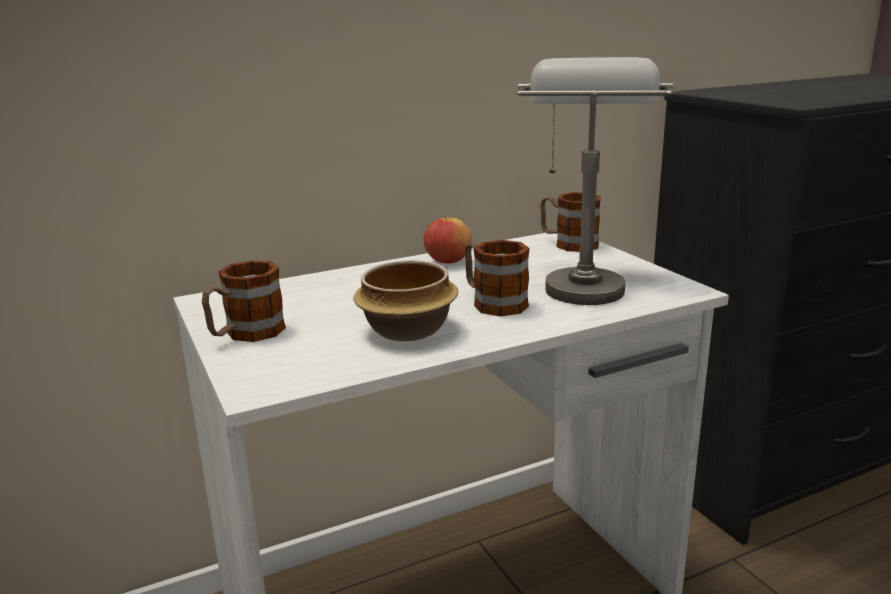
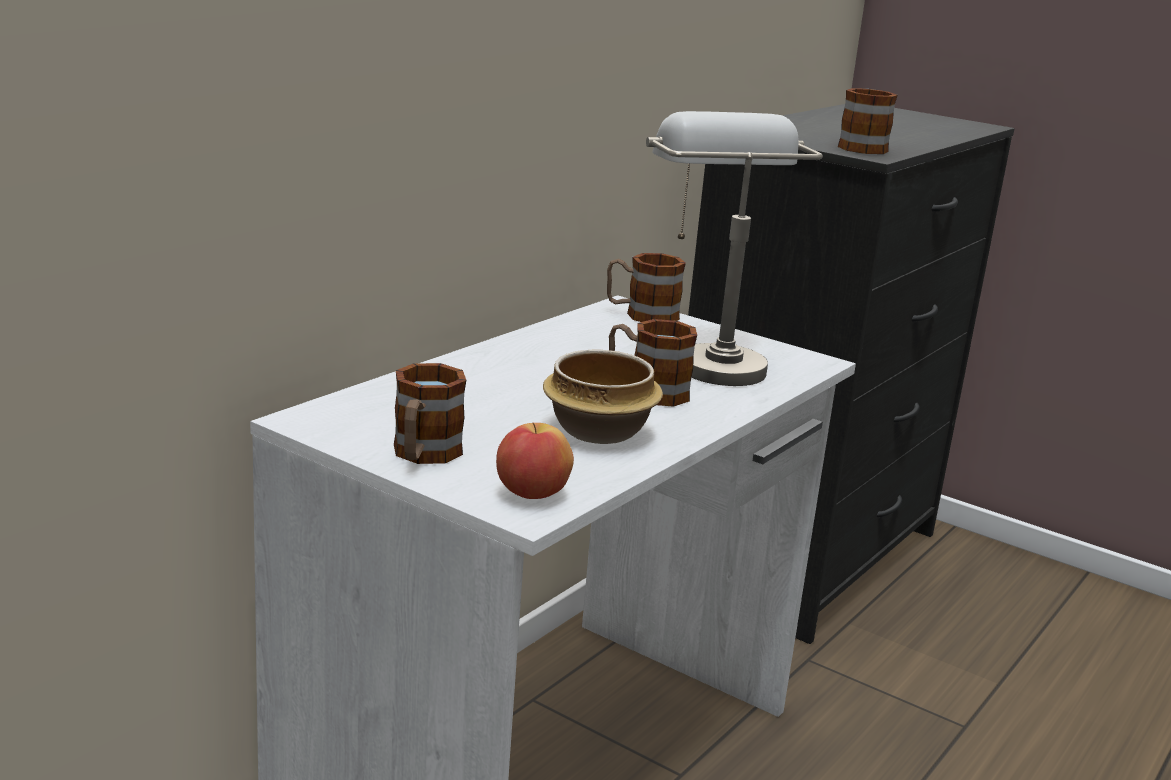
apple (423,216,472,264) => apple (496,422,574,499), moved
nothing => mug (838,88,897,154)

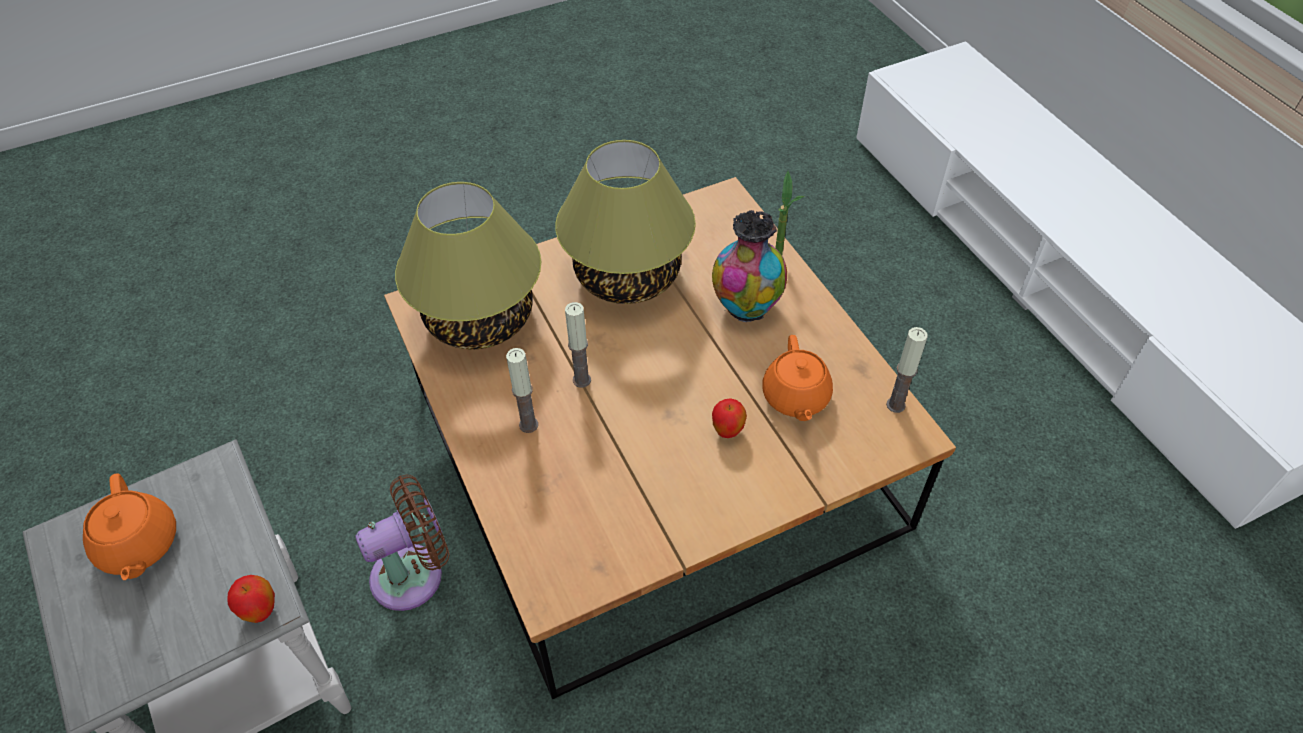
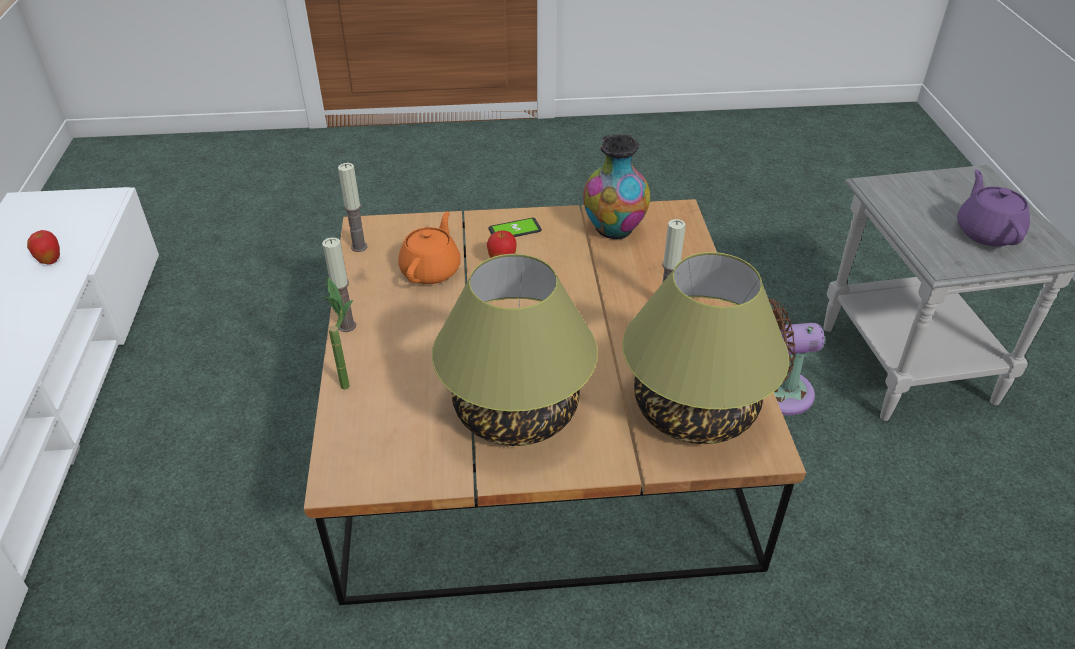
teapot/orange (83,473,176,580) => teapot/purple (957,169,1030,247)
apple (227,575,275,623) => apple (27,230,60,265), moved
candle (565,302,591,388) => candle (322,237,356,332), moved
vase (712,210,787,322) => vase (583,134,650,239), moved
nothing => phone (489,218,542,237)

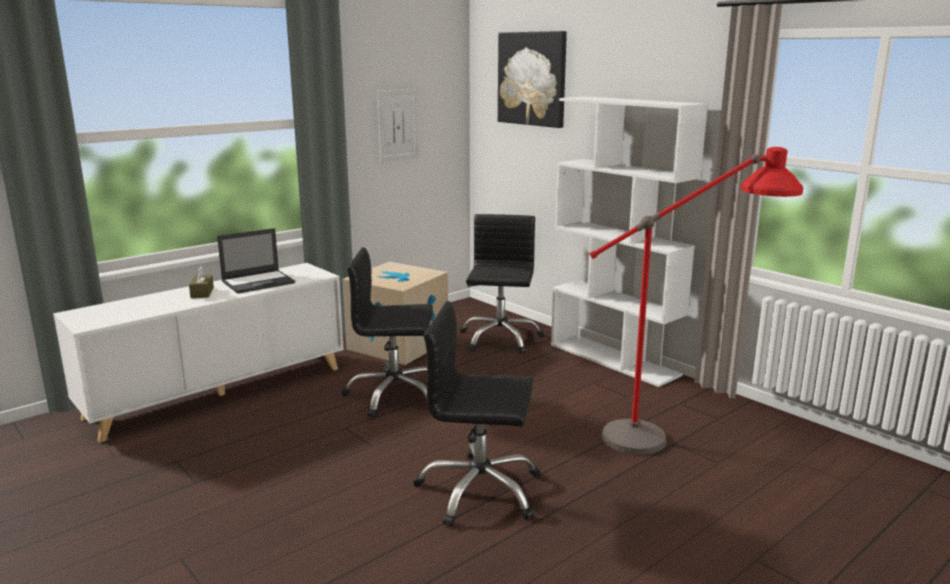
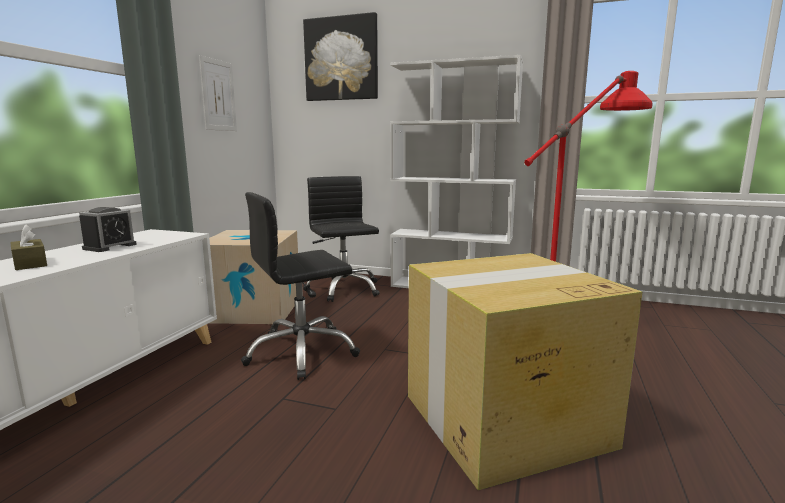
laptop (217,228,295,294) => alarm clock (79,207,137,252)
office chair/black (413,301,540,527) => cardboard box (408,253,642,490)

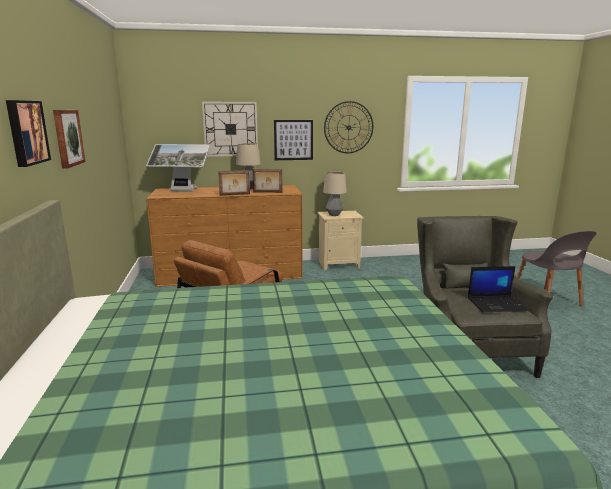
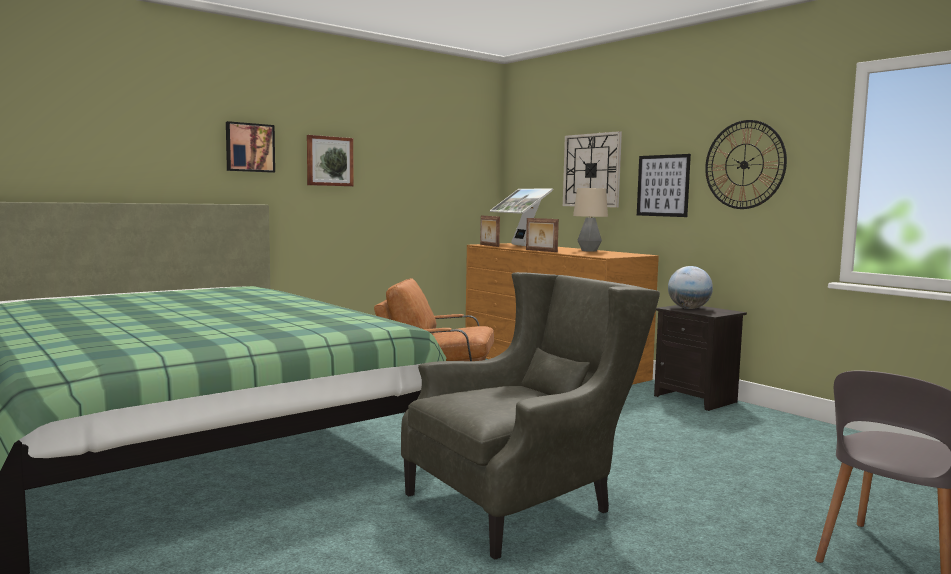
picture frame (253,169,283,193) => picture frame (480,215,500,247), moved
nightstand/beige (318,211,364,270) => nightstand/black (654,305,747,411)
table lamp (323,172,347,216) => globe (668,266,713,309)
laptop (468,266,528,312) => nothing

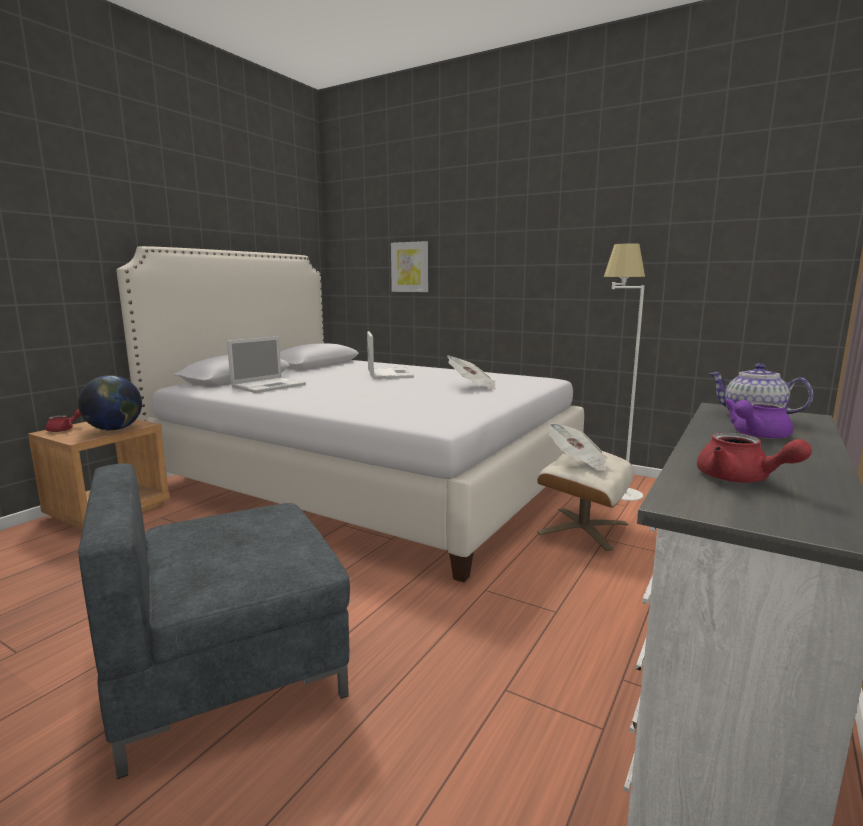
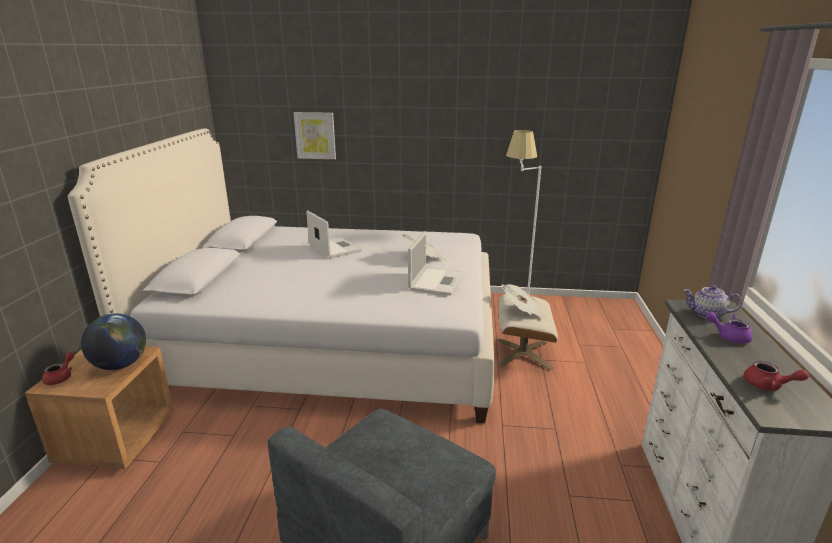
laptop (227,336,306,393) => laptop (408,231,463,296), moved
teapot/purple (724,399,793,439) => teapot/purple (706,312,753,344), 90 degrees clockwise

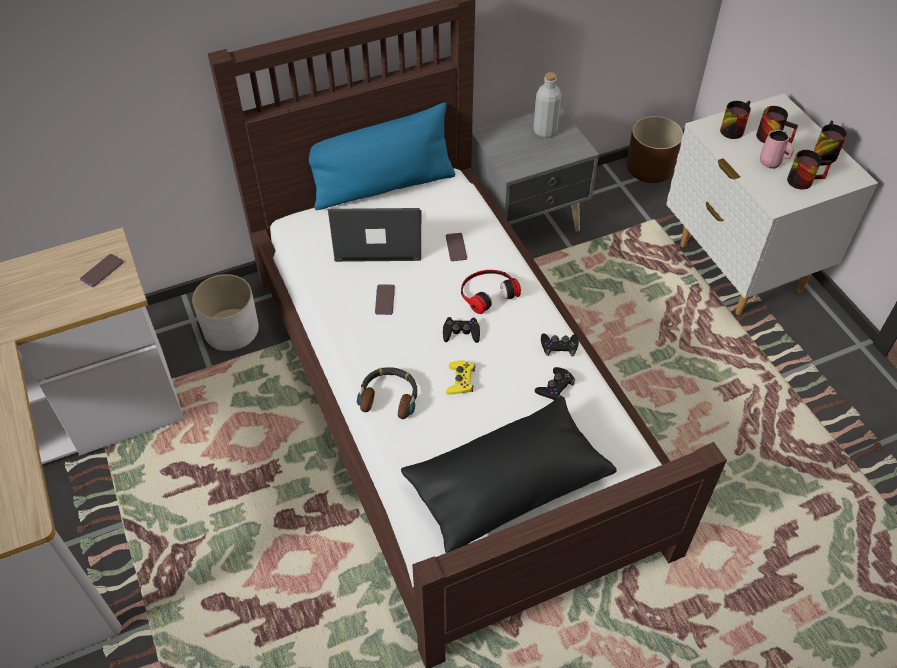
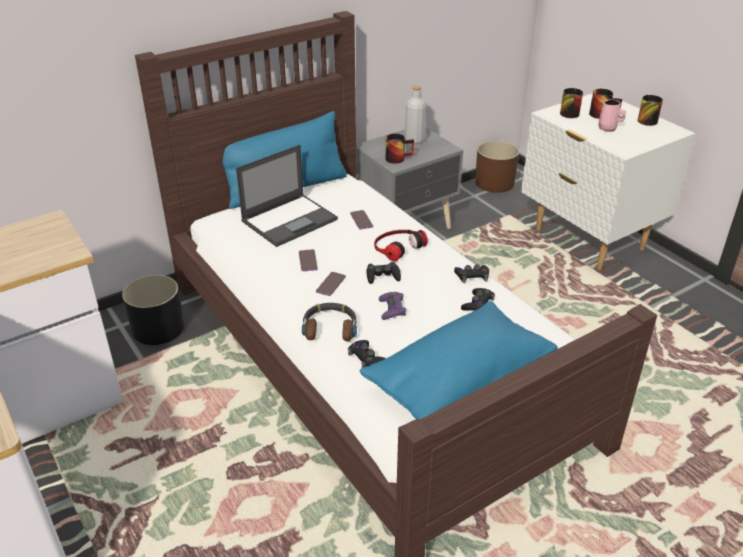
phone (80,254,123,287) => phone (316,272,346,296), moved
planter/white (192,274,259,351) => planter/black (122,275,184,345)
laptop (328,208,421,262) => laptop (236,145,338,247), 150 degrees clockwise
pillow/black (401,396,617,553) => pillow/blue (360,301,558,419)
game controller/yellow (446,360,475,395) => game controller/purple (379,292,406,320)
mug (787,150,832,190) => mug (386,134,414,164), moved
nothing => game controller/black (348,340,386,368)

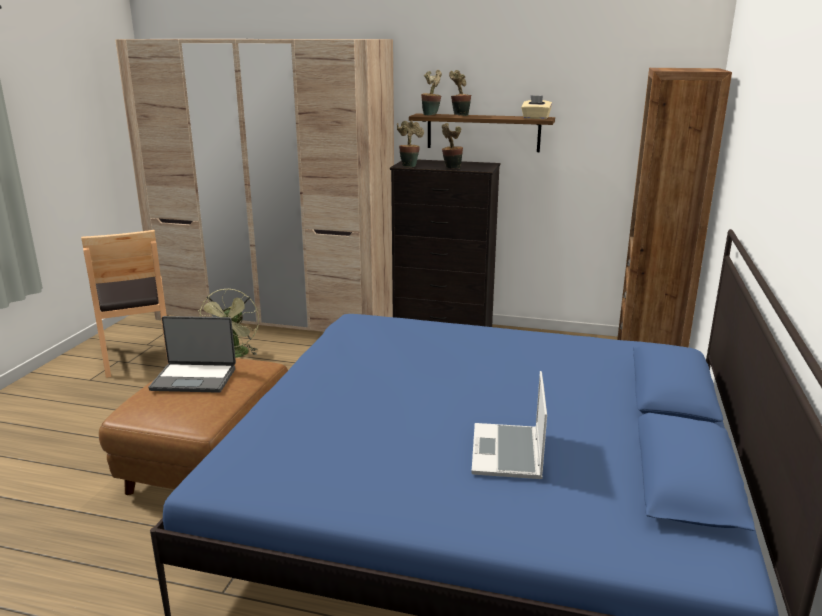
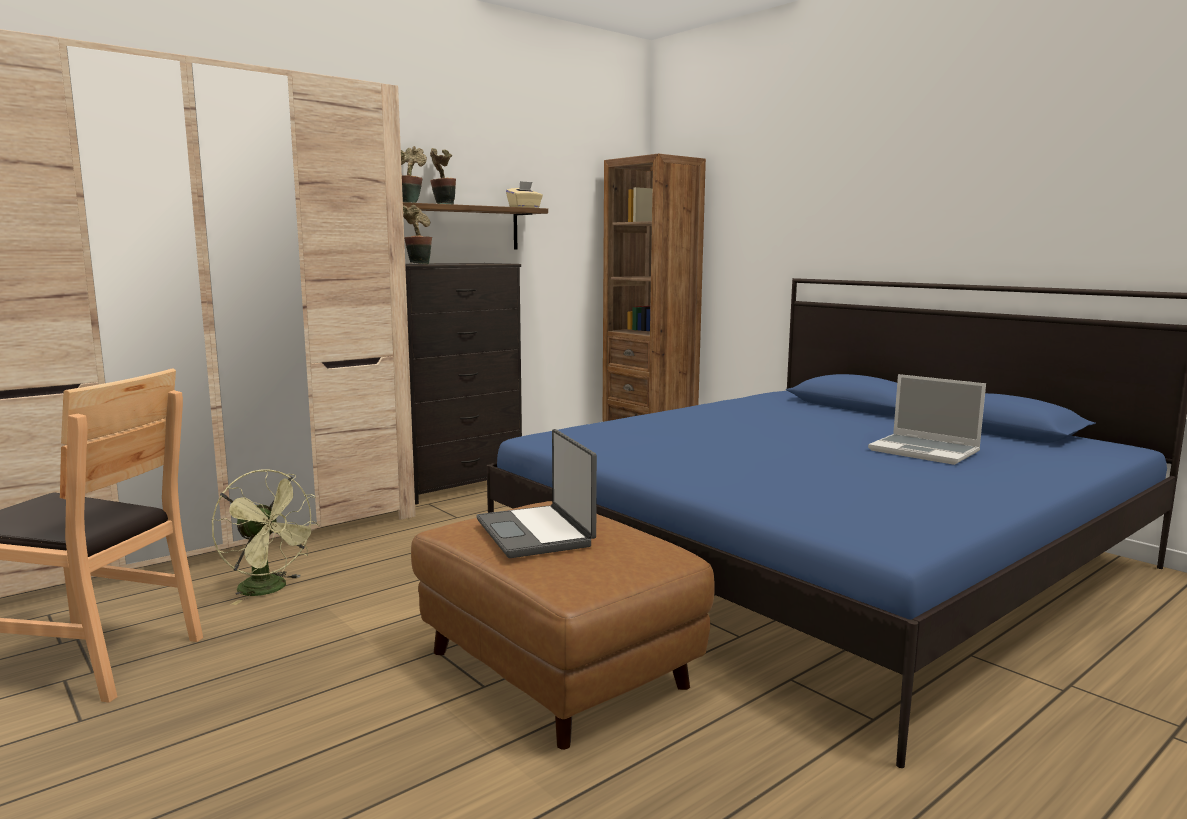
laptop (149,316,236,393) => laptop (477,429,597,558), 120 degrees clockwise
potted plant (442,123,463,169) => nothing

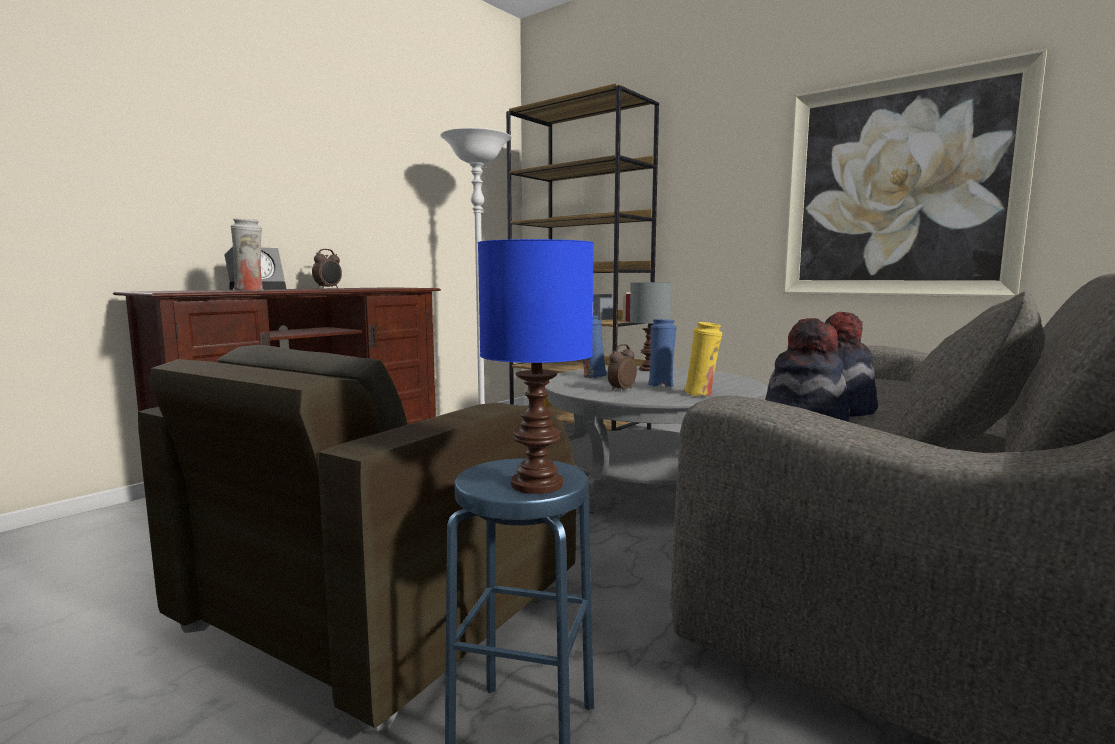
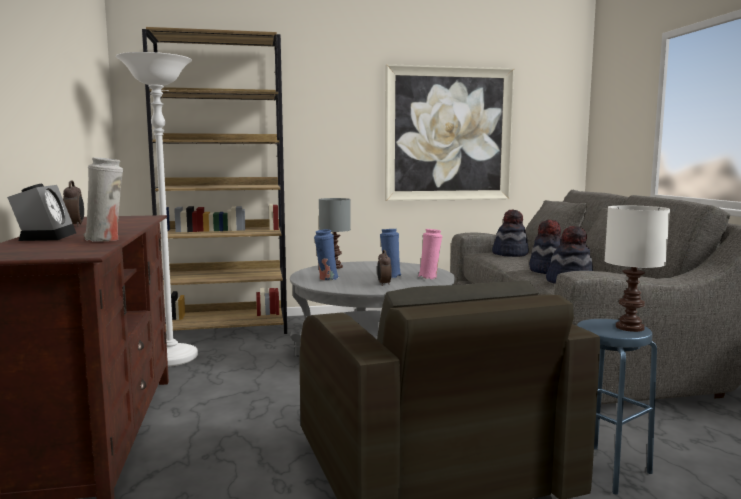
table lamp/blue (478,239,594,494) => table lamp/white (604,205,670,332)
vase/yellow (684,322,722,396) => vase/pink (417,229,442,279)
nothing => hat (492,210,529,257)

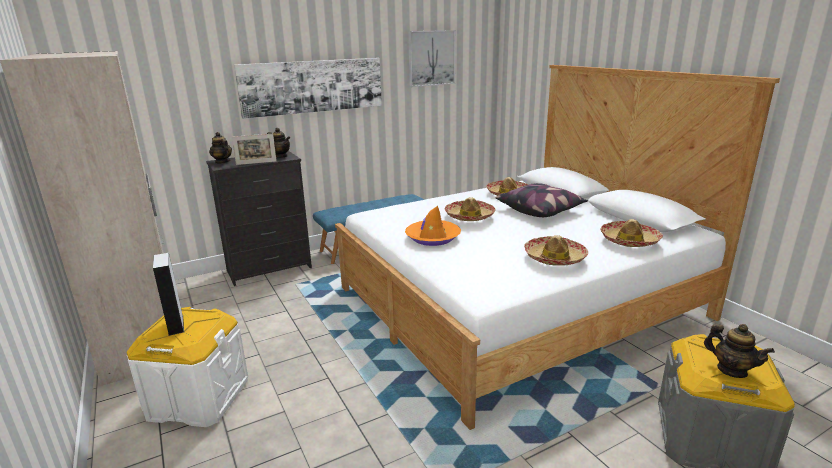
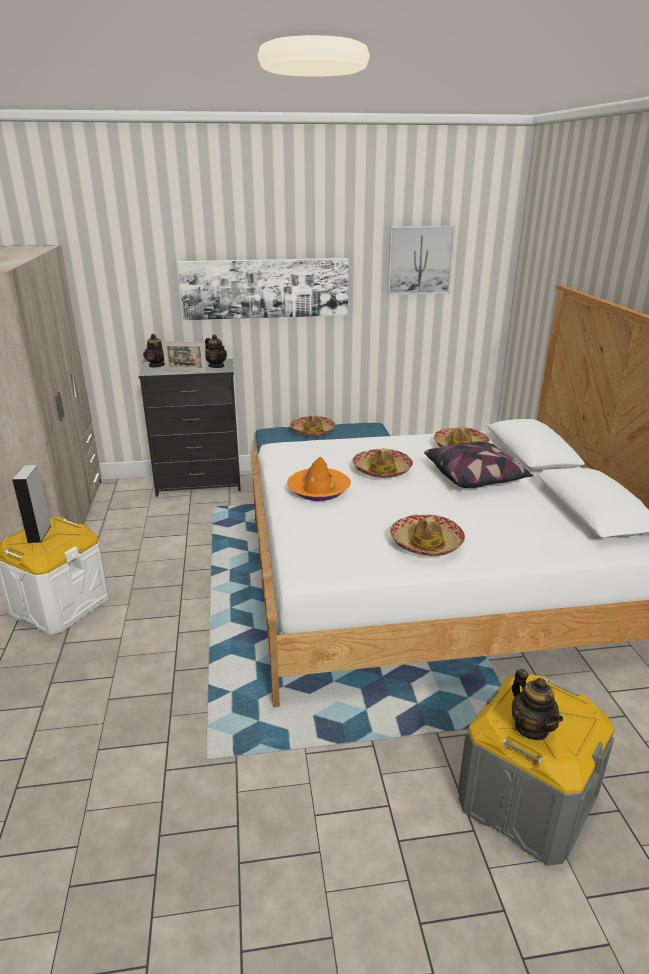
hat (600,219,663,247) => hat (290,415,335,436), moved

